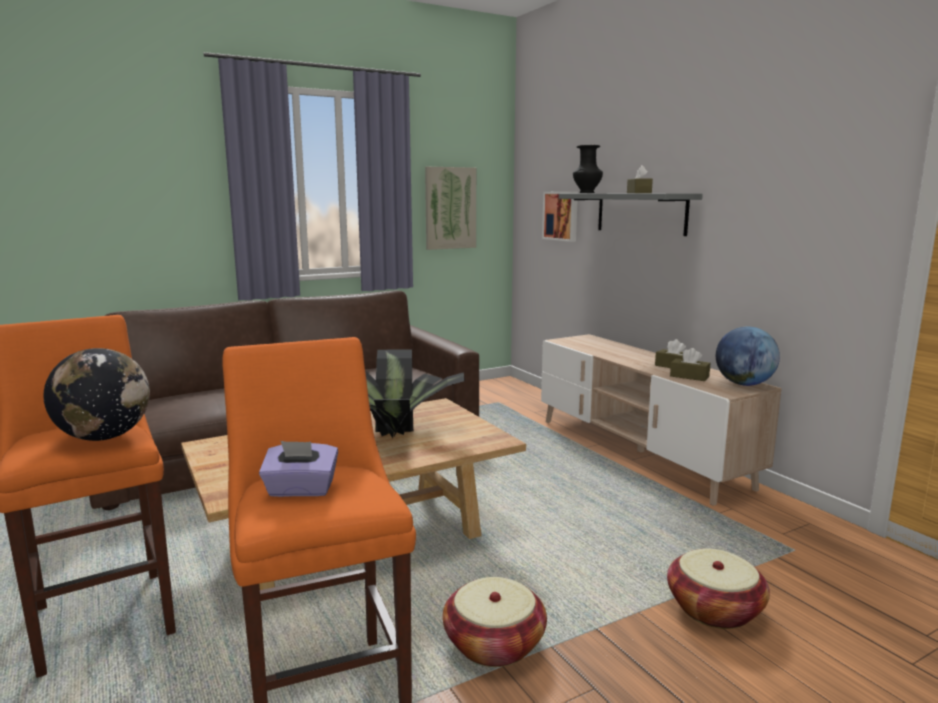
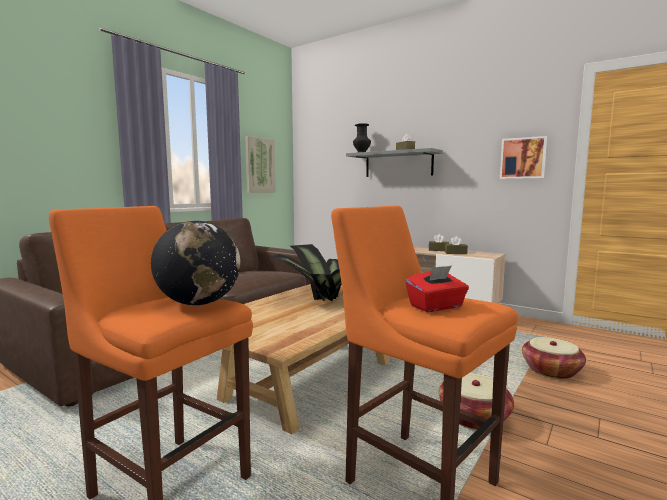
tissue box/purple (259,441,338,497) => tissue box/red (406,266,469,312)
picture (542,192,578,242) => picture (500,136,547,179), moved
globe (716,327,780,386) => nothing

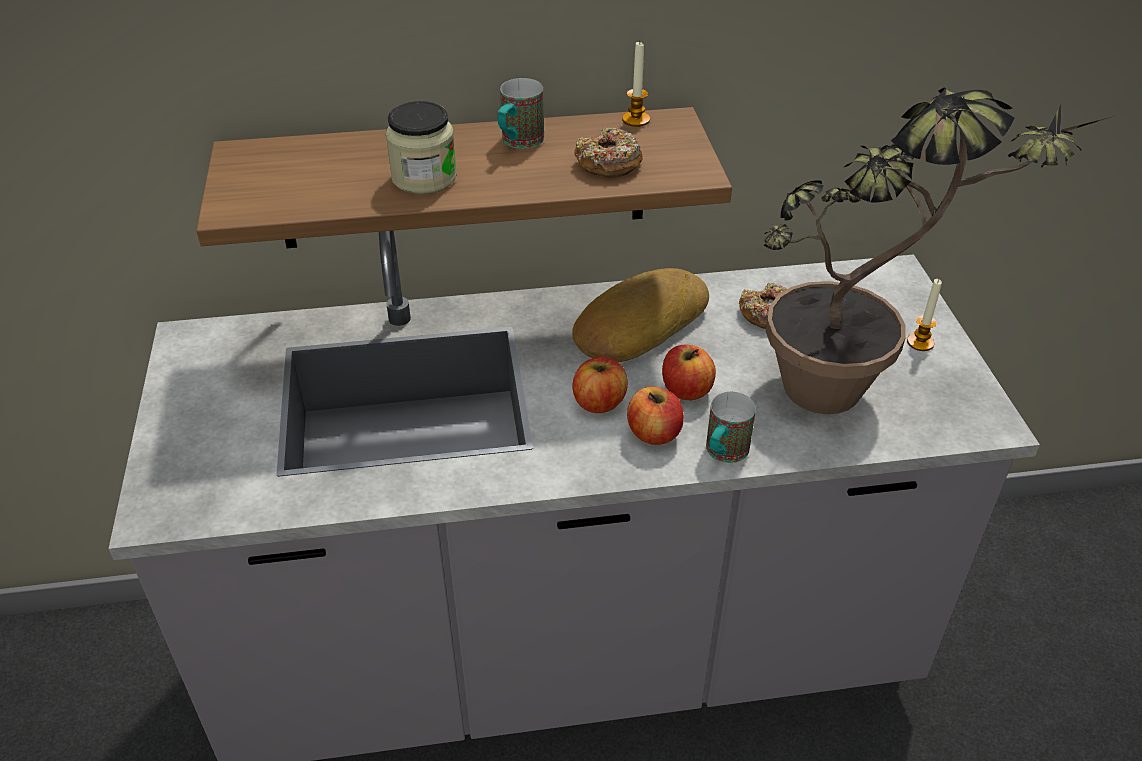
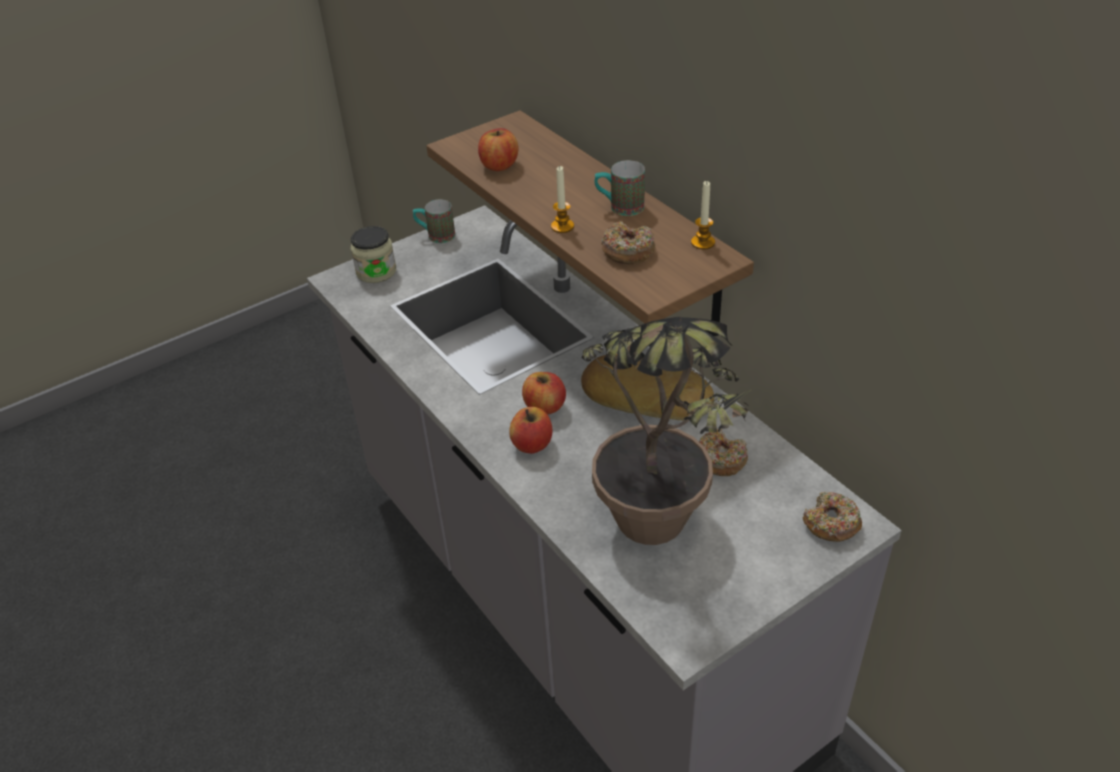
jar (386,101,457,194) => jar (351,226,396,283), moved
apple (662,345,716,400) => apple (478,128,519,171), moved
mug (706,392,756,463) => mug (413,199,455,243), moved
candle (907,279,942,351) => candle (551,166,574,233), moved
nothing => donut (802,491,862,542)

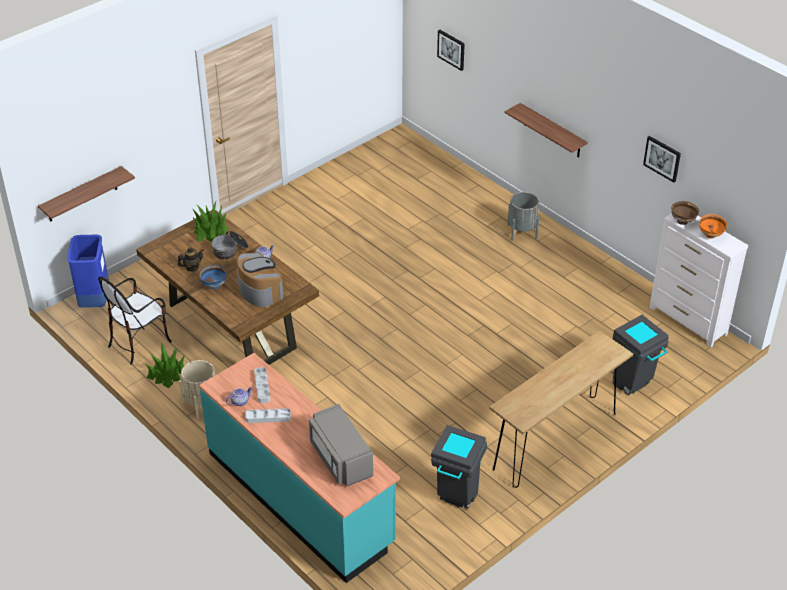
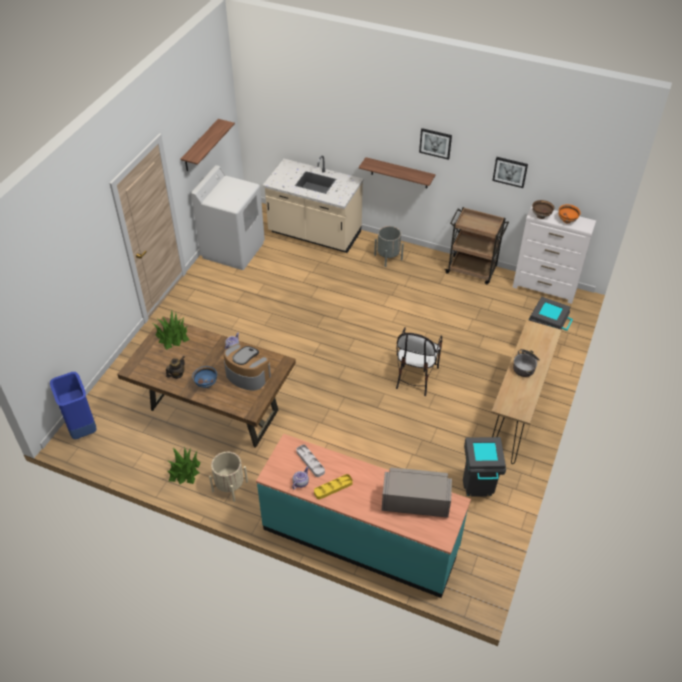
shelf (38,166,135,222) => shelf (181,119,235,171), moved
chair (98,276,172,365) => chair (396,328,442,396), moved
cooking pot (211,231,249,259) => cooking pot (513,349,540,377), moved
tray/grey (245,408,291,423) => tray/yellow (314,474,353,500)
microwave/grey (309,404,373,486) => microwave/grey (382,467,452,518), 150 degrees clockwise
picture (437,30,465,71) => picture (419,128,452,160), moved
nothing => washing machine/white (191,165,265,270)
nothing => counter/beige (263,155,363,253)
nothing => cart/brown (444,207,509,284)

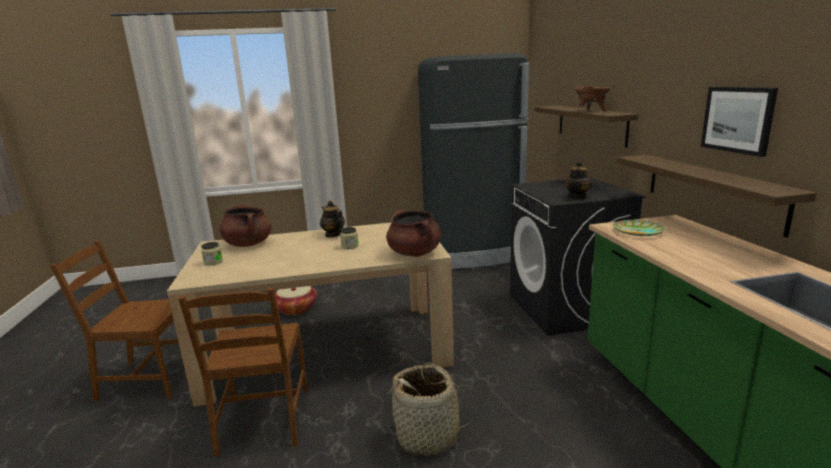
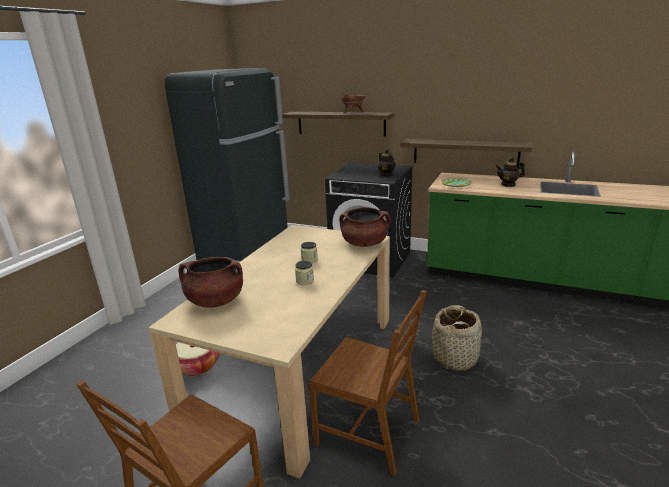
jar (201,242,223,266) => jar (295,261,314,285), moved
teapot (320,201,345,237) => teapot (495,157,525,187), moved
picture (701,87,778,157) => nothing

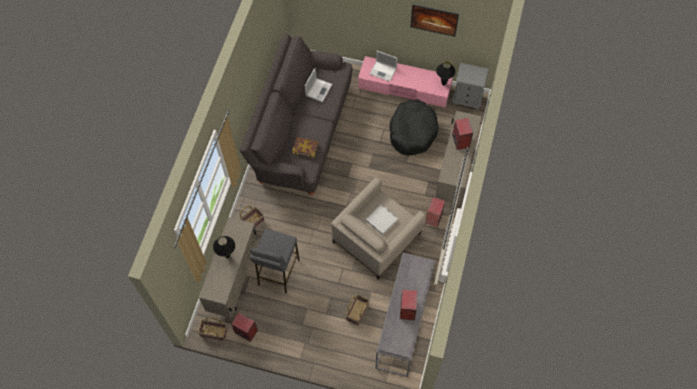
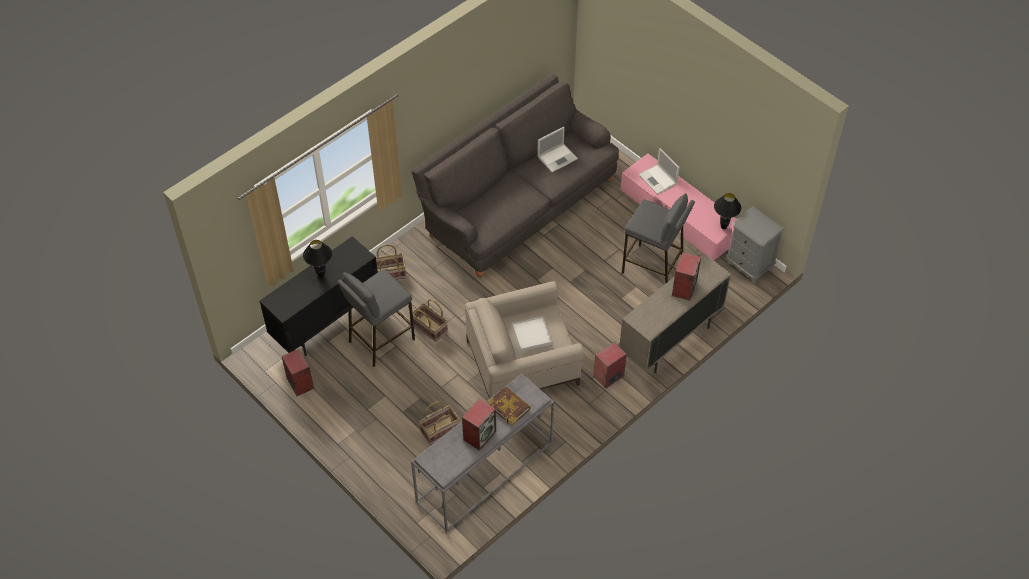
basket (198,317,228,341) => basket (412,299,448,342), moved
cabinet/beige (199,217,259,318) => cabinet/black (259,236,378,356)
book (292,137,318,158) => book (487,387,531,426), moved
dog bed/black (390,99,439,156) => stool/grey (622,193,695,284)
picture (410,5,459,37) => nothing

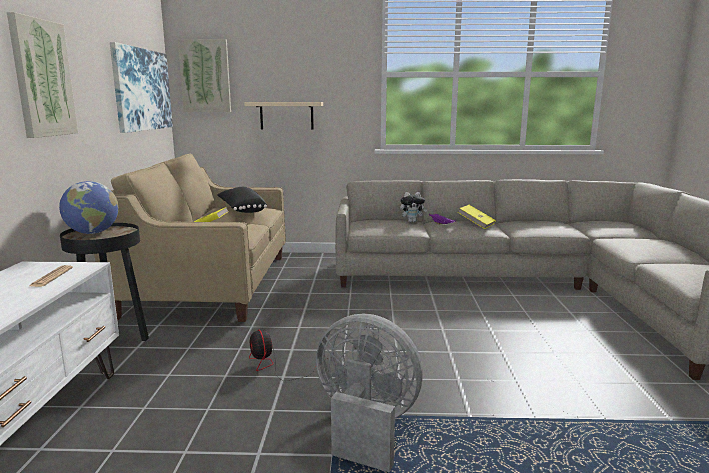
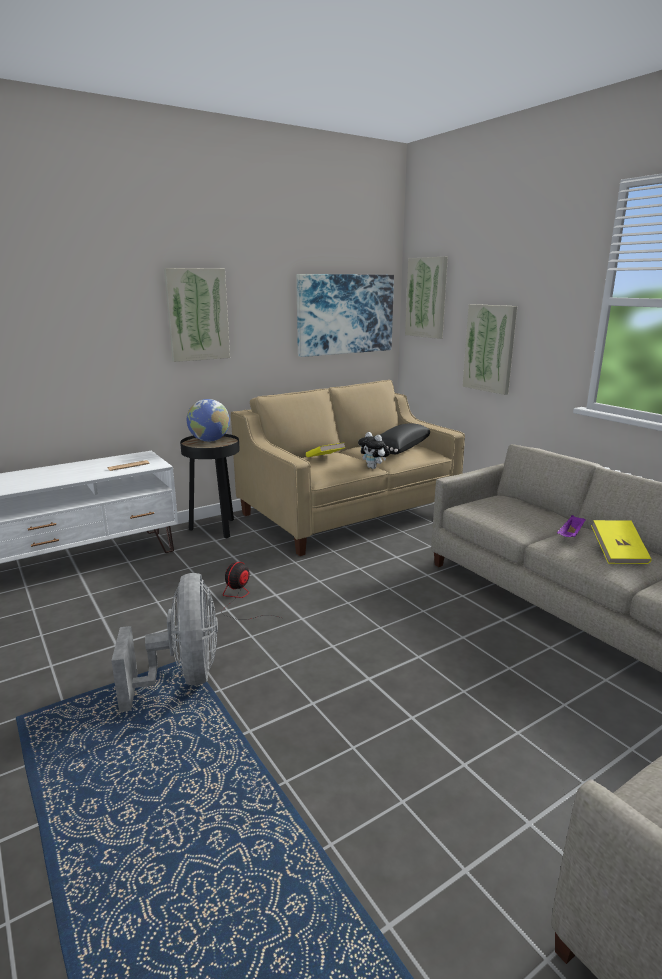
shelf/beige (244,102,323,130) => picture (462,304,517,395)
plush toy (400,192,427,222) => plush toy (358,432,390,469), moved

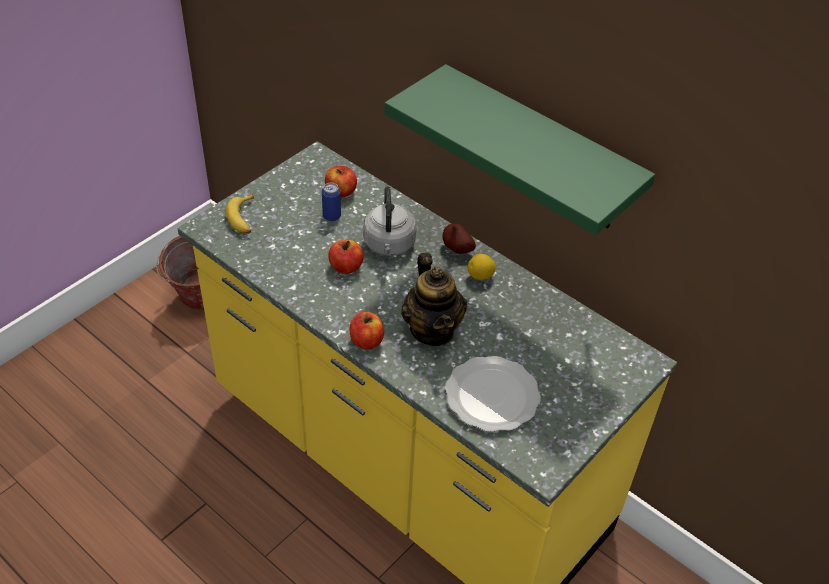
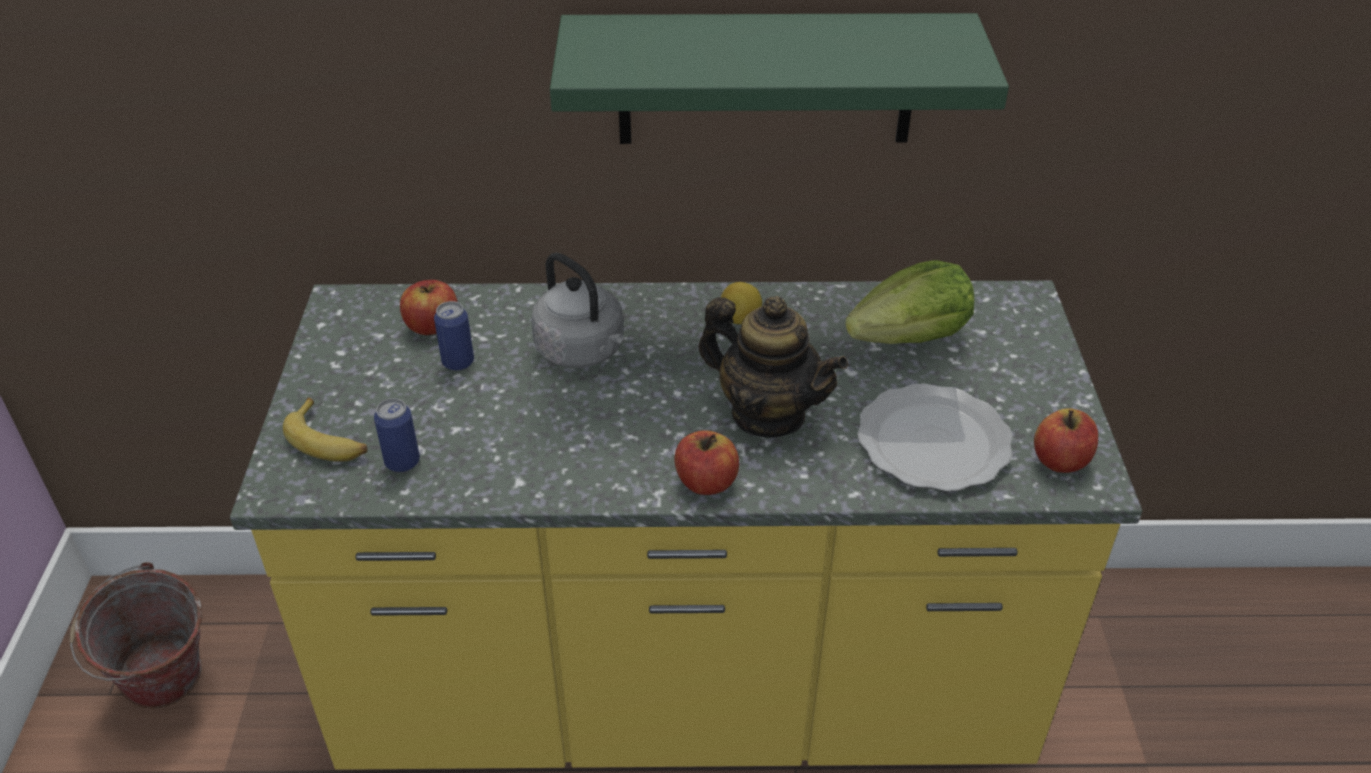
apple (328,240,364,274) => apple (1034,408,1098,473), moved
potato (442,224,476,254) => nothing
nothing => can (374,398,420,473)
nothing => lettuce (845,260,974,344)

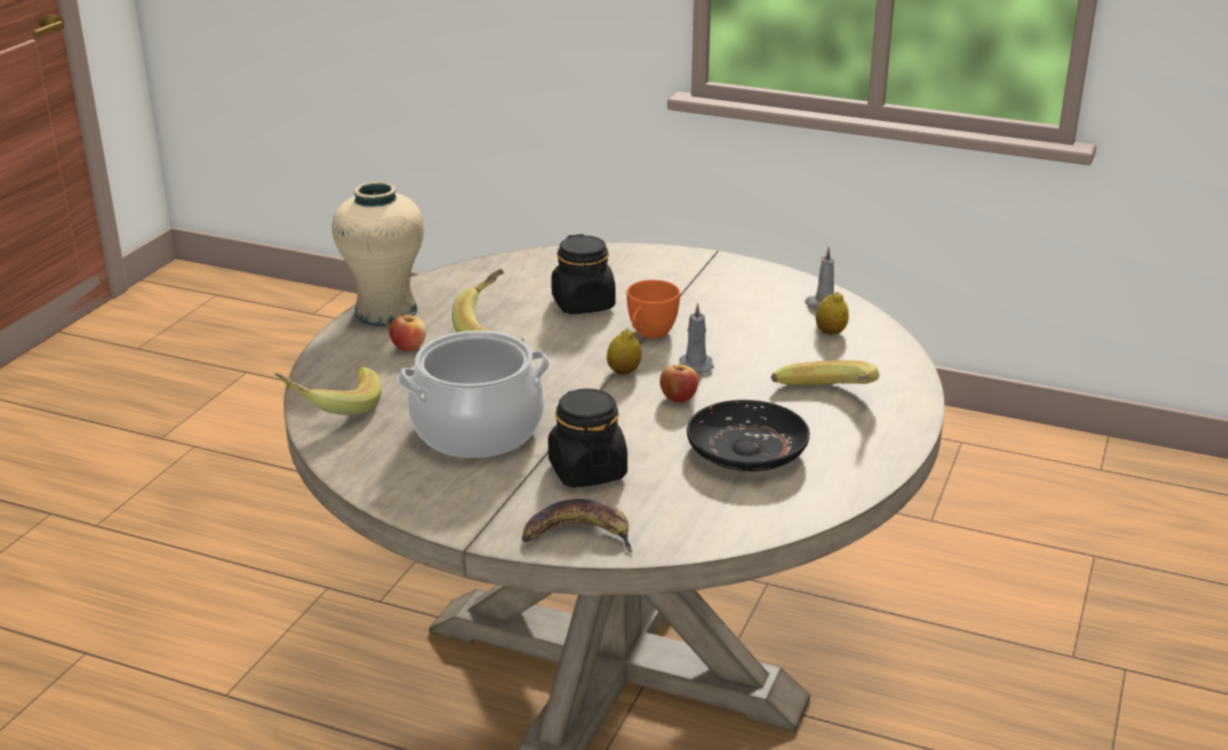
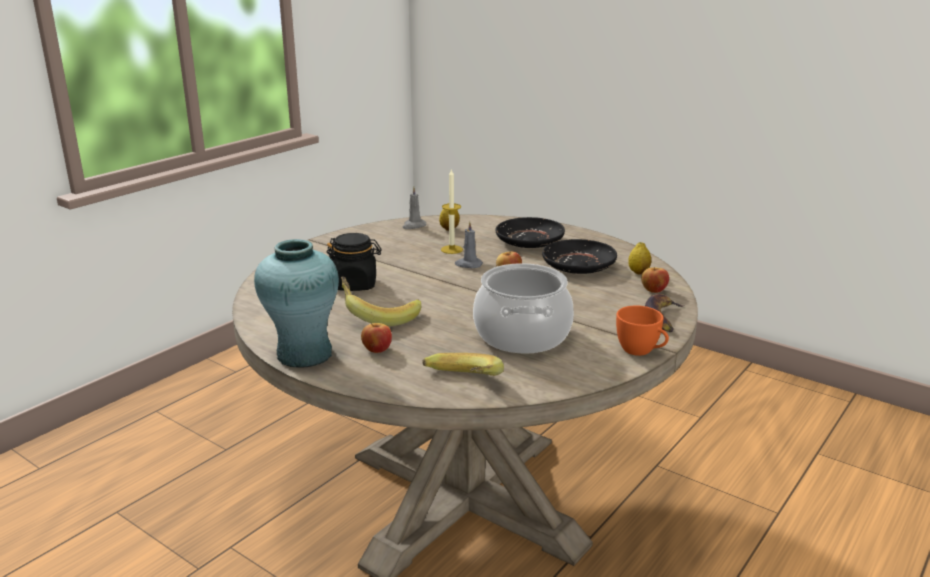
vase/beige (332,181,424,326) => vase/turquoise (254,239,339,368)
jar/black (548,388,628,488) => nothing
lemon (607,328,642,375) => lemon (628,242,651,275), moved
cup/orange (627,280,680,338) => cup/orange (616,306,669,356), moved
banana (771,360,879,385) => plate/black (495,217,565,248)
nothing => candle (441,169,463,254)
nothing => apple (641,267,669,293)

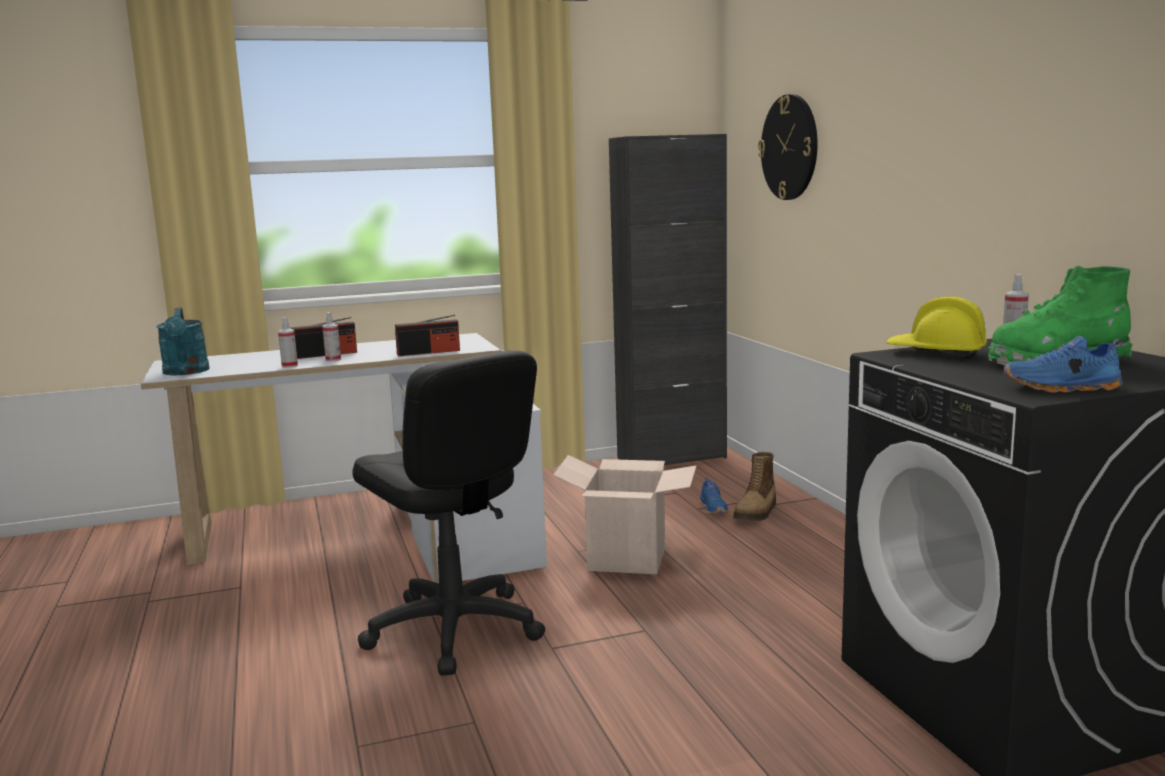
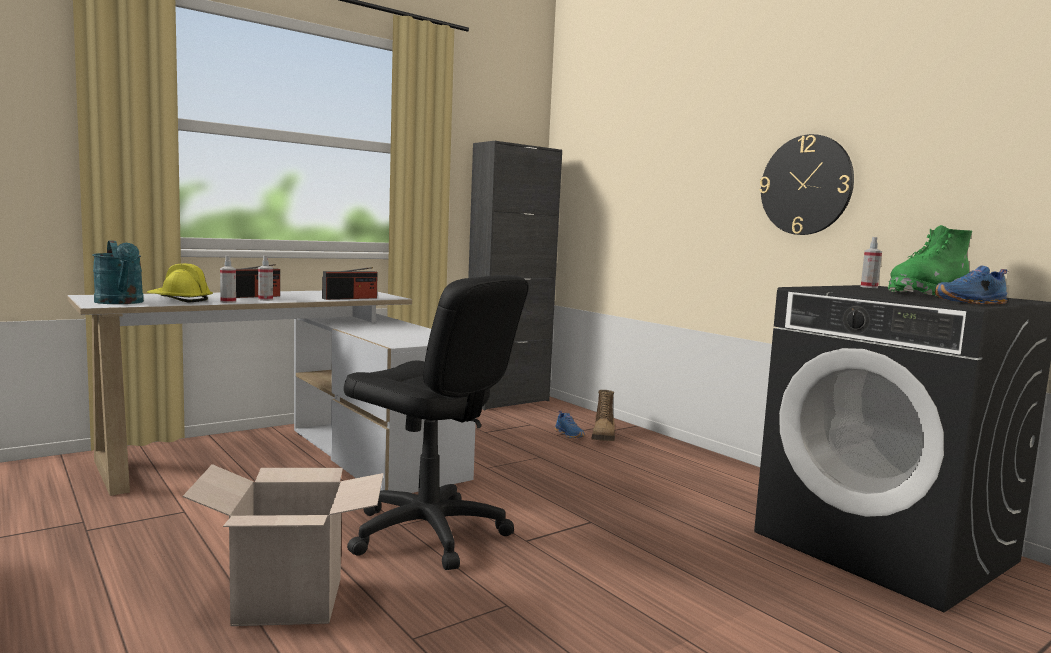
cardboard box (553,455,697,574) => cardboard box (183,464,383,626), moved
wall clock (758,94,818,200) => wall clock (759,134,854,235), moved
hard hat/yellow (886,296,987,359) => hard hat/yellow (147,263,213,302), moved

